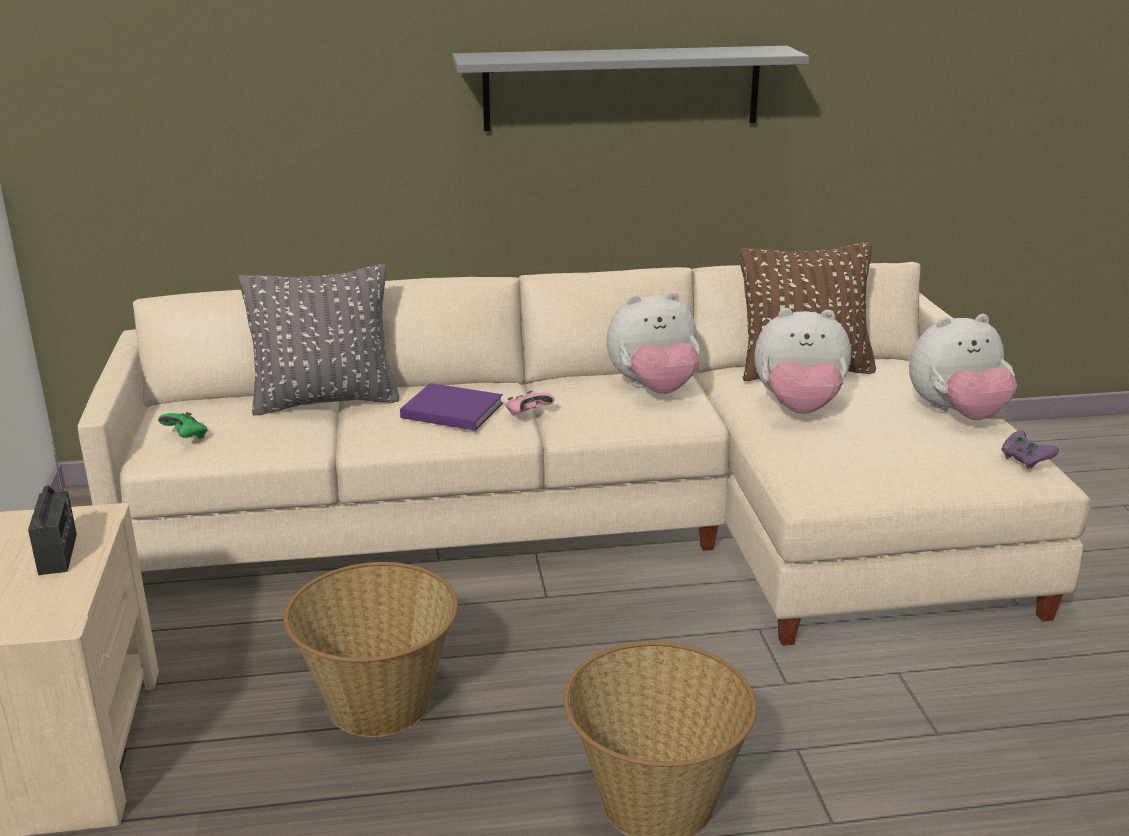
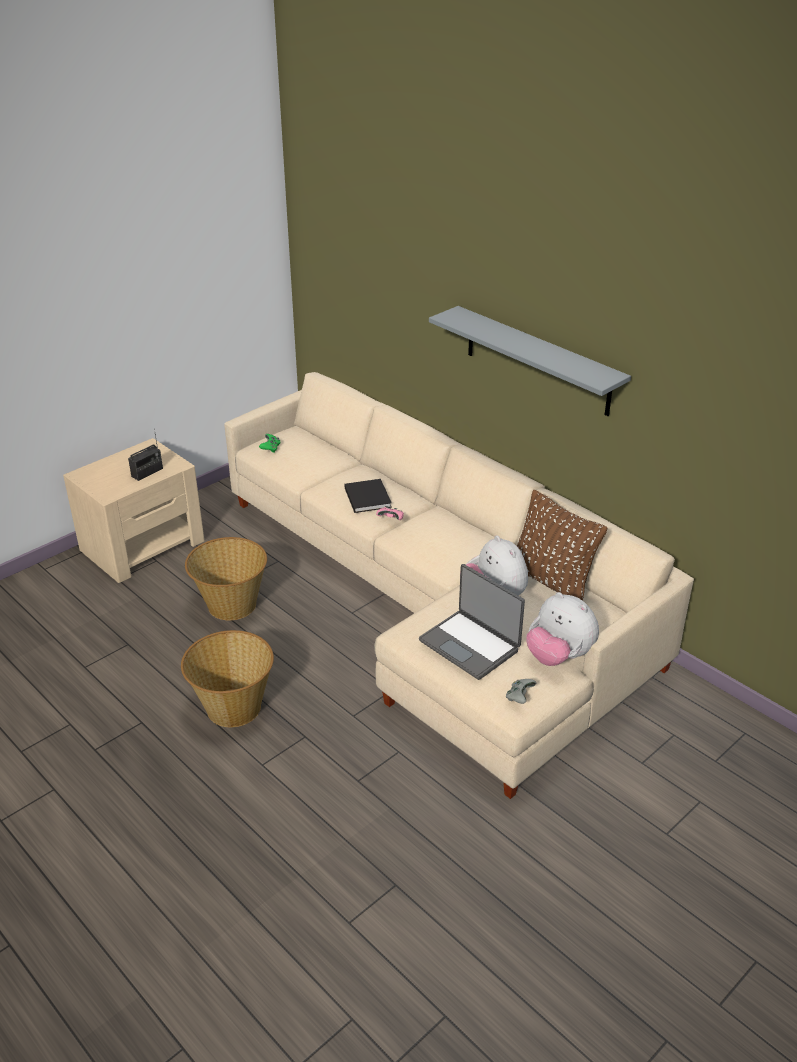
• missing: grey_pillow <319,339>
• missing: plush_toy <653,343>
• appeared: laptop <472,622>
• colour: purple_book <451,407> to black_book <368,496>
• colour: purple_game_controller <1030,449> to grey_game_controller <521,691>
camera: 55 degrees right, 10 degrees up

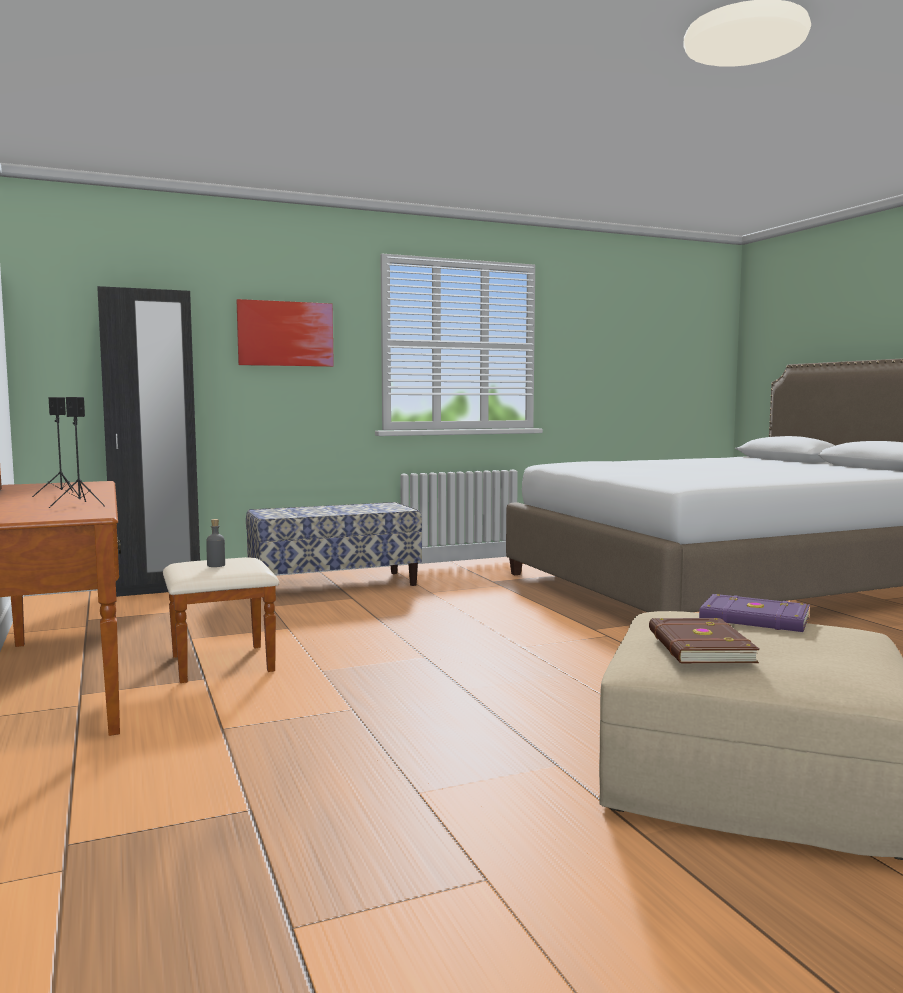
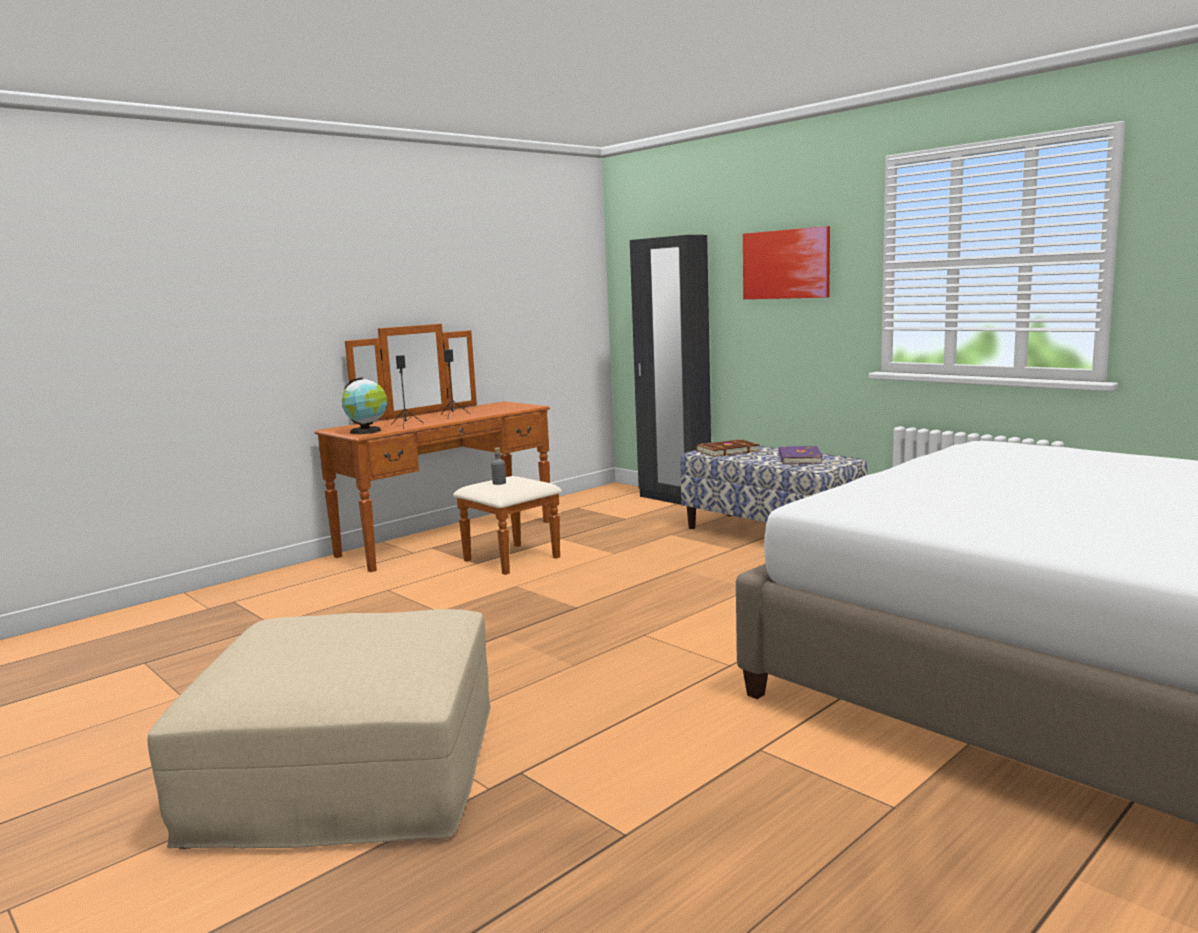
• appeared: globe <364,405>
• relocated: brown_book <704,640> to <728,448>
• relocated: purple_book <754,613> to <801,455>
camera: 70 degrees right, 5 degrees up

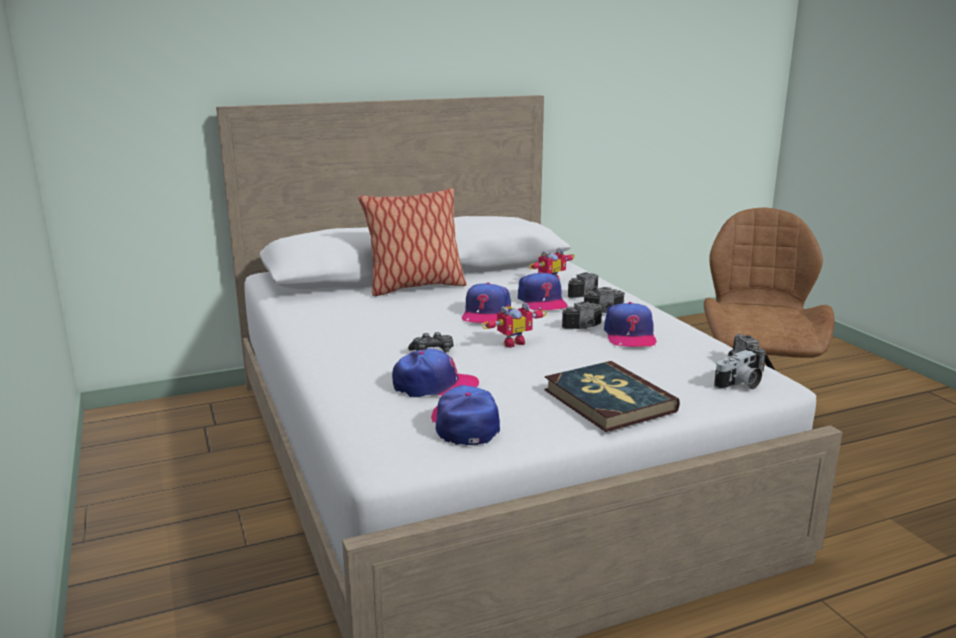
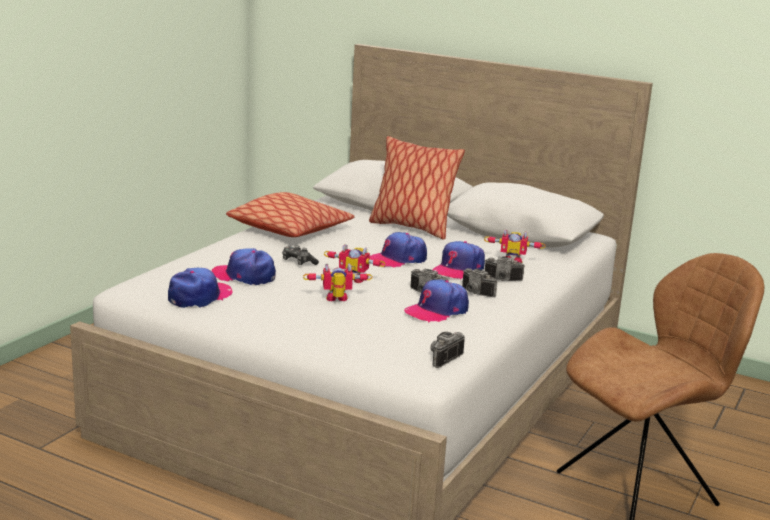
• missing: book <612,396>
• missing: photo_camera <738,369>
• appeared: pillow <290,214>
• appeared: toy_robot <337,282>
• spun: cap <435,372> = <244,266> 150 degrees clockwise
camera: 50 degrees right, 0 degrees up

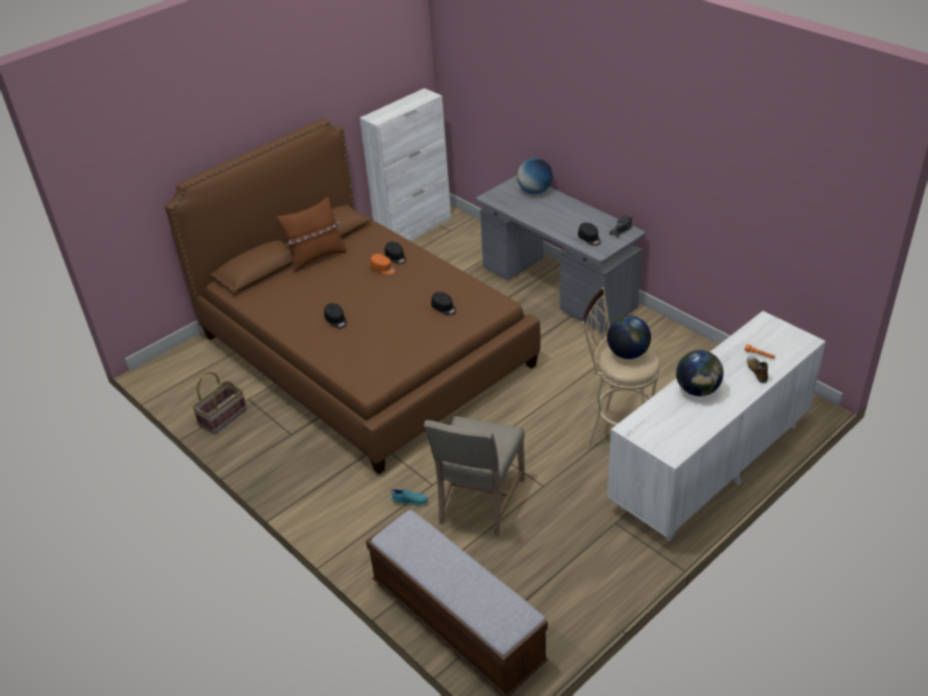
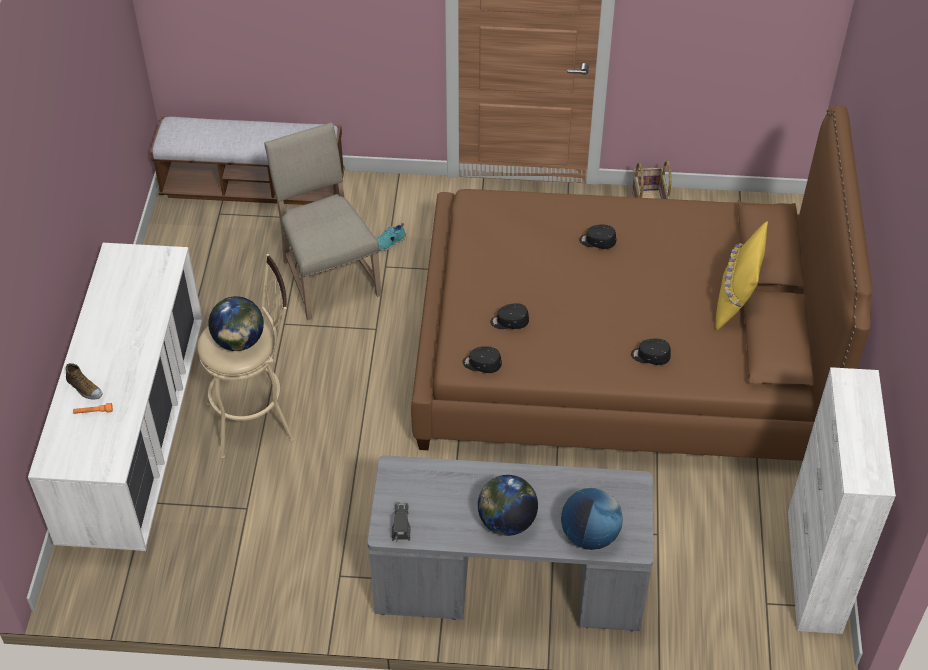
• missing: orange_cap <382,264>
• relocated: black_cap <589,234> to <482,359>
• relocated: globe <700,373> to <508,505>
• colour: brown_pillow <312,234> to yellow_pillow <741,275>
camera: 135 degrees right, 10 degrees up

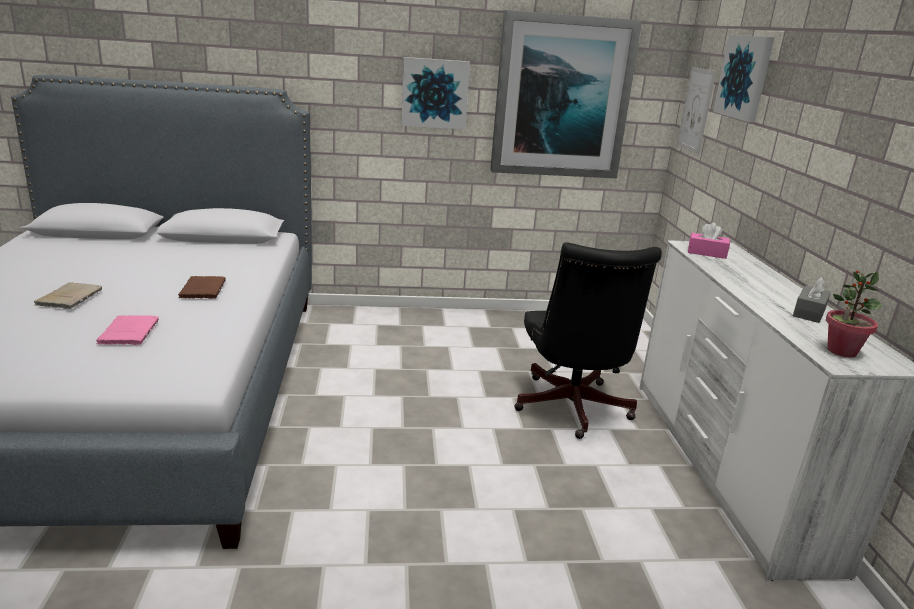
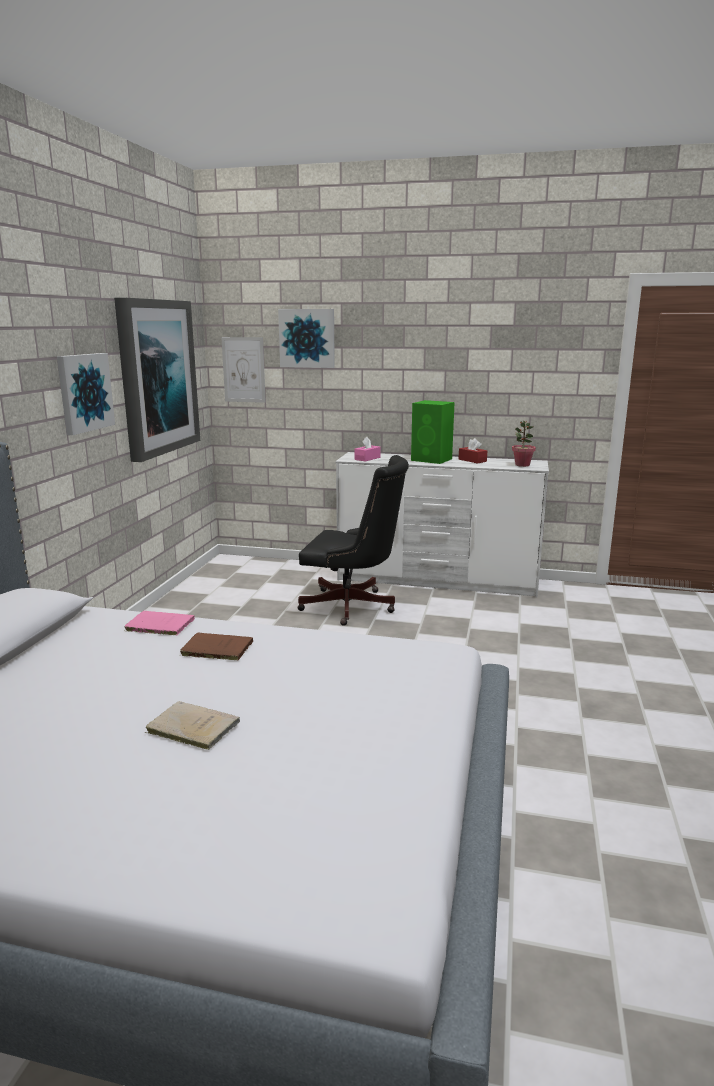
• appeared: green_speaker <433,432>
• relocated: pink_book <127,330> to <160,623>
• colour: grey_tissue_box <812,300> to red_tissue_box <473,450>
camera: 70 degrees left, 5 degrees down

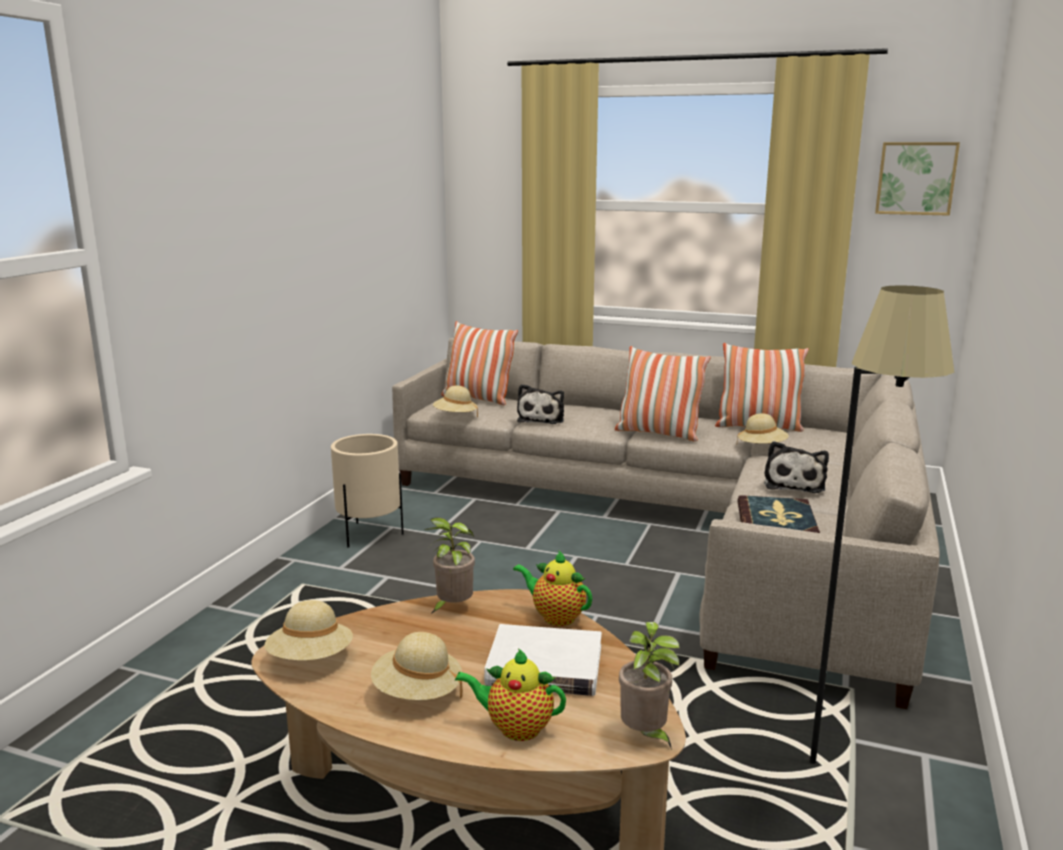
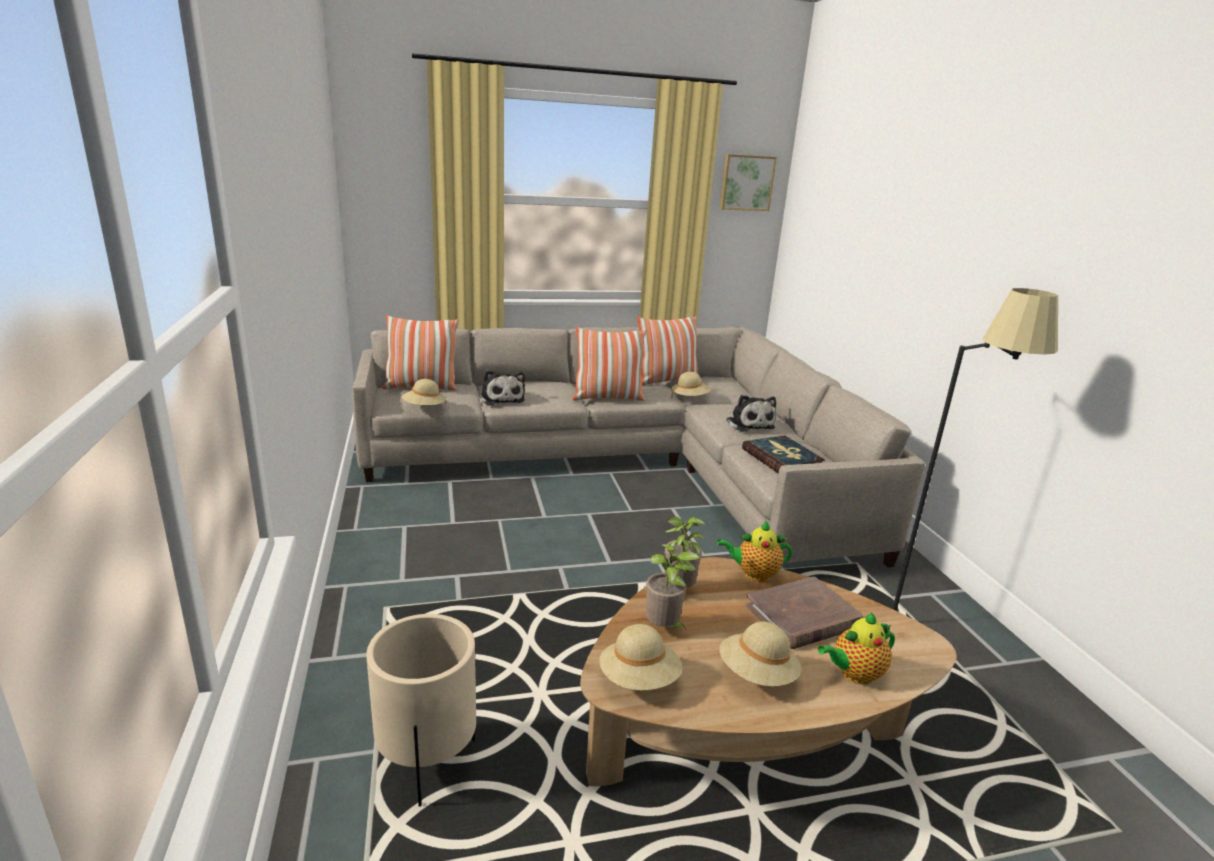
• relocated: beige_planter <367,491> to <421,710>
• relocated: potted_plant <649,686> to <673,586>
• colour: white_book <543,660> to brown_book <804,613>
camera: 35 degrees left, 5 degrees up

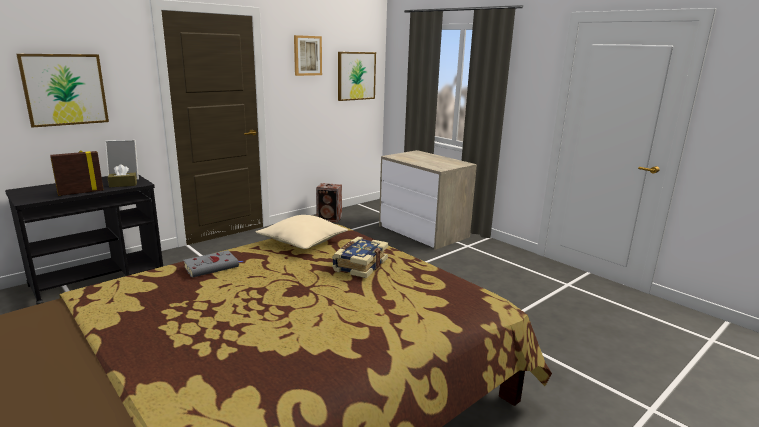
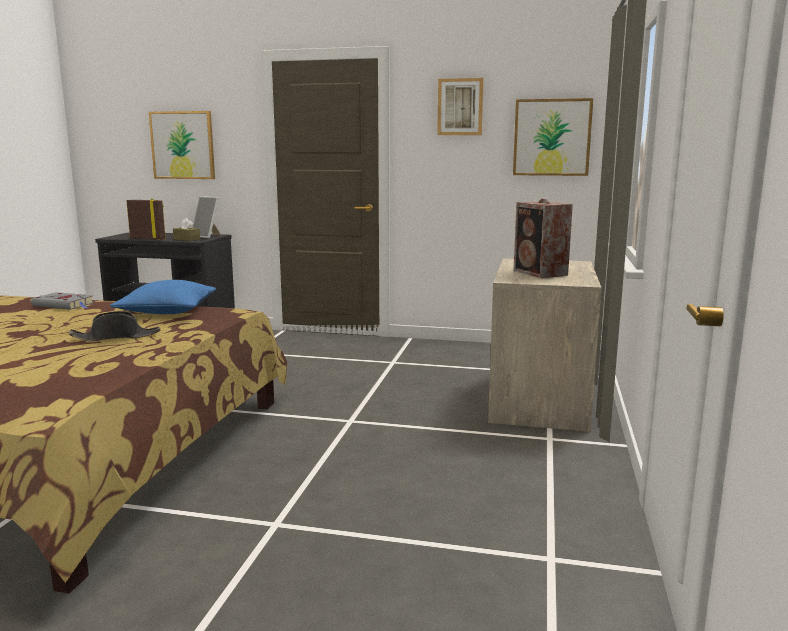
• relocated: speaker <329,202> to <543,238>
• exchanged: book <360,257> to black_hat <115,326>
• colour: beige_pillow <302,232> to blue_pillow <163,297>
camera: 55 degrees right, 5 degrees down

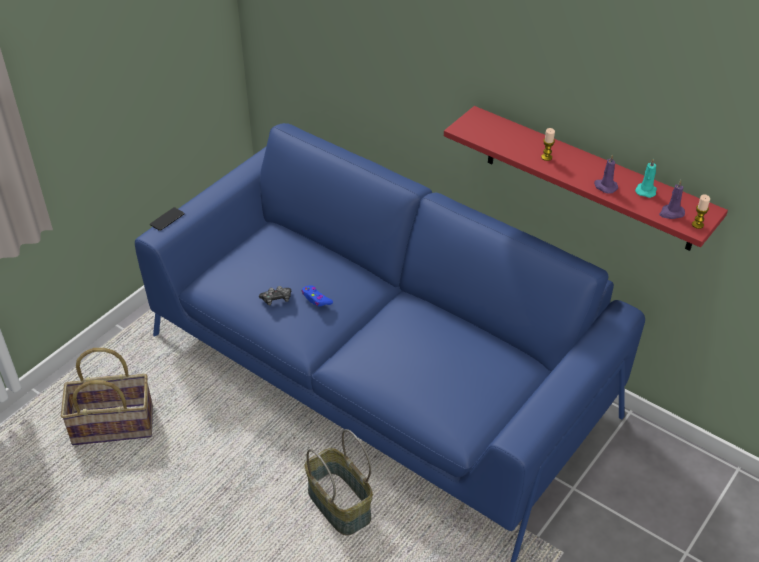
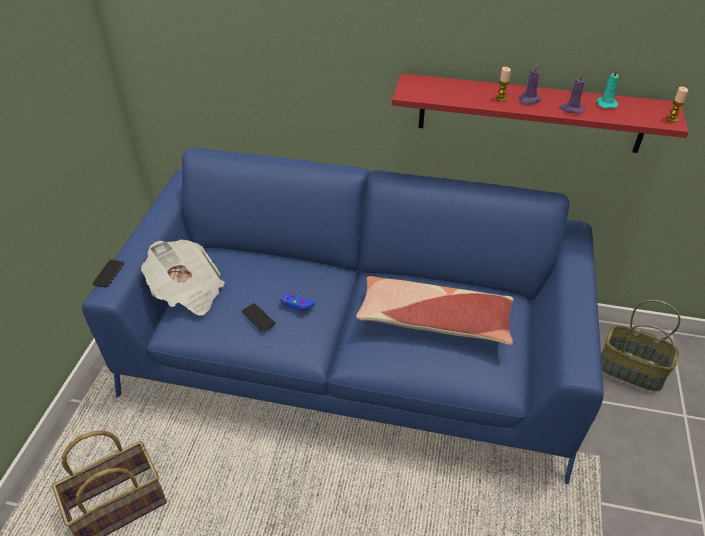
• appeared: newspaper <183,278>
• appeared: pillow <434,310>
• relocated: basket <339,482> to <641,345>
• relocated: purple_candle <672,199> to <530,84>
• exchanged: game_controller <275,295> to phone <259,317>
camera: 25 degrees left, 0 degrees up

